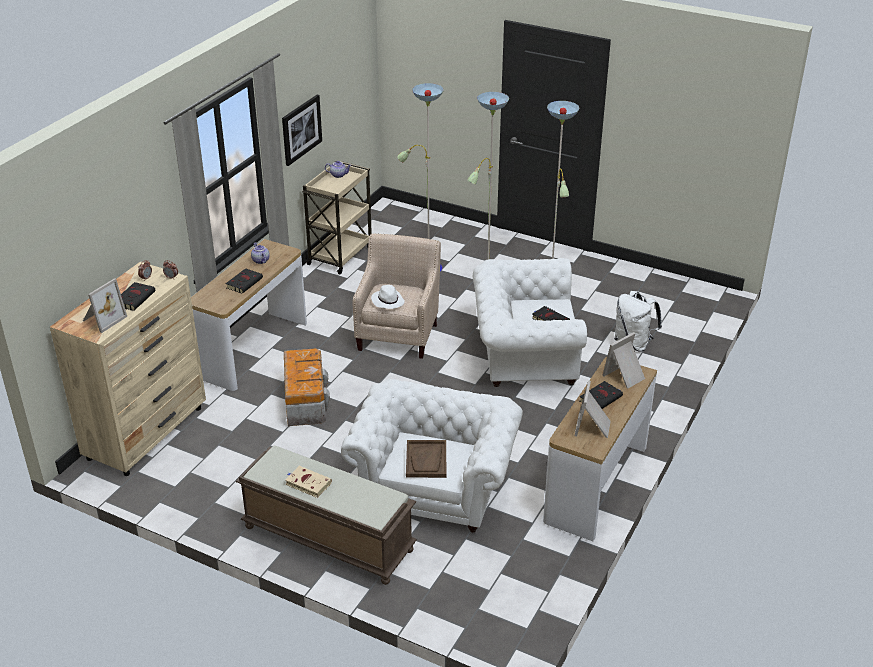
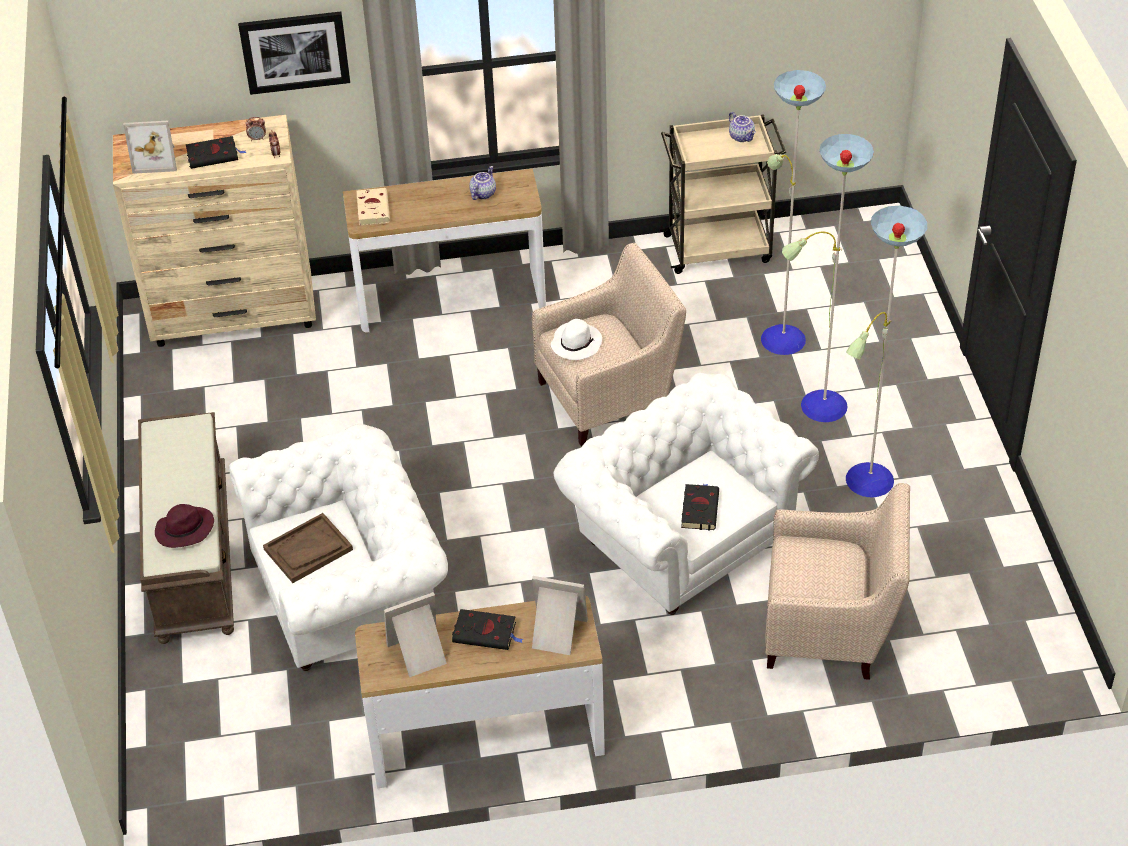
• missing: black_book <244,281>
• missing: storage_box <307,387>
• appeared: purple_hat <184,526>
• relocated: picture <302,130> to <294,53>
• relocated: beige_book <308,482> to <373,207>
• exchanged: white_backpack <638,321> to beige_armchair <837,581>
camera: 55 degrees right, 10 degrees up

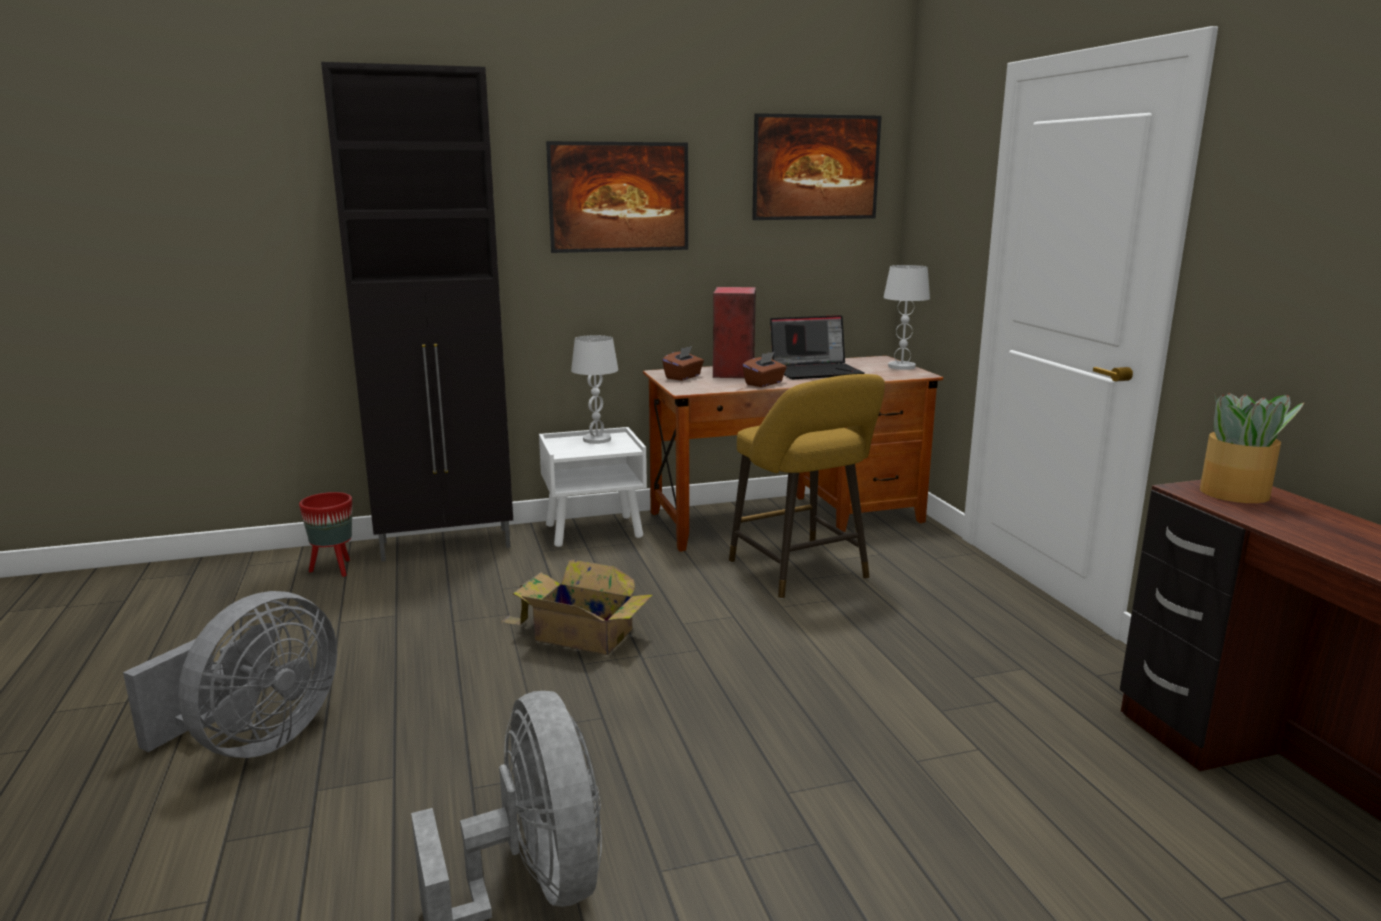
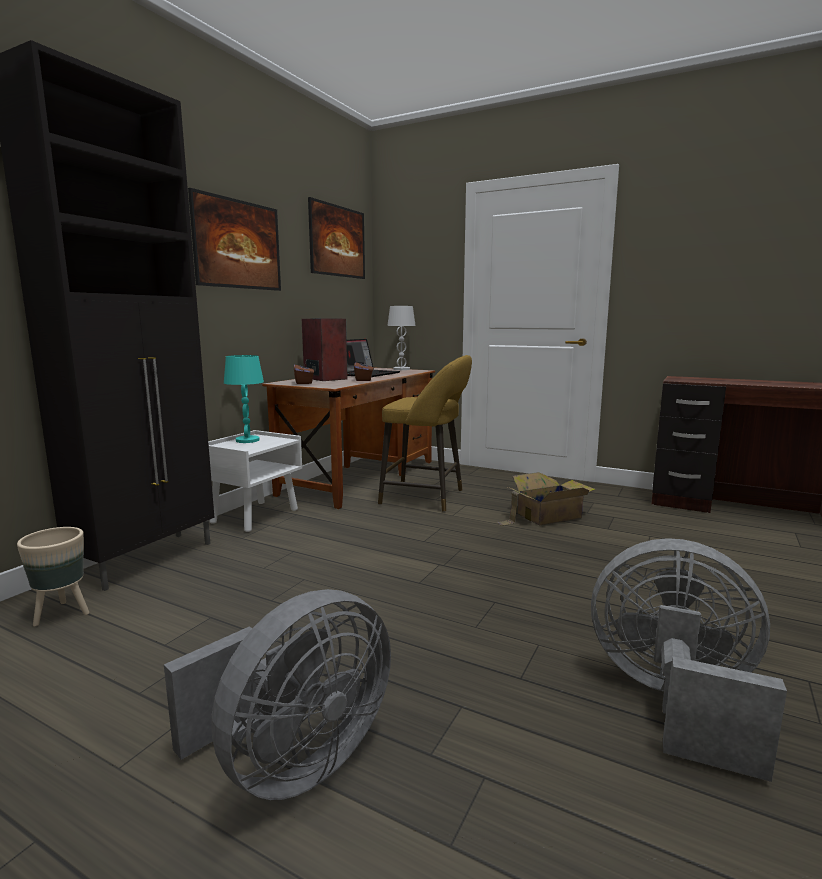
• missing: potted_plant <1252,447>
• relocated: cardboard_box <577,607> to <546,499>
• colour: red_planter <325,534> to beige_planter <53,576>
• colour: white_table_lamp <594,389> to turquoise_table_lamp <244,399>
• spun: grey_fan <230,674> = <277,694> 60 degrees clockwise
camera: 45 degrees left, 5 degrees down

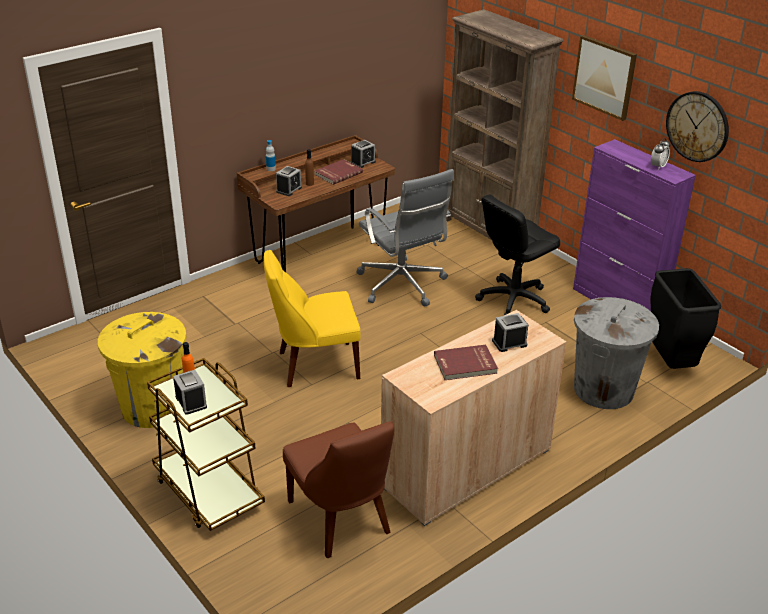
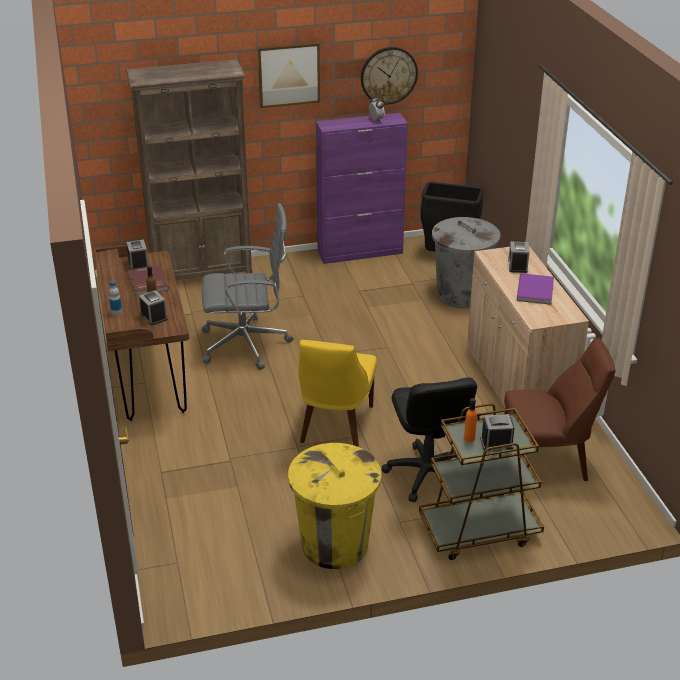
• relocated: black_office_chair <517,255> to <429,439>
• colour: red_book <466,362> to purple_book <535,289>
camera: 65 degrees left, 0 degrees up

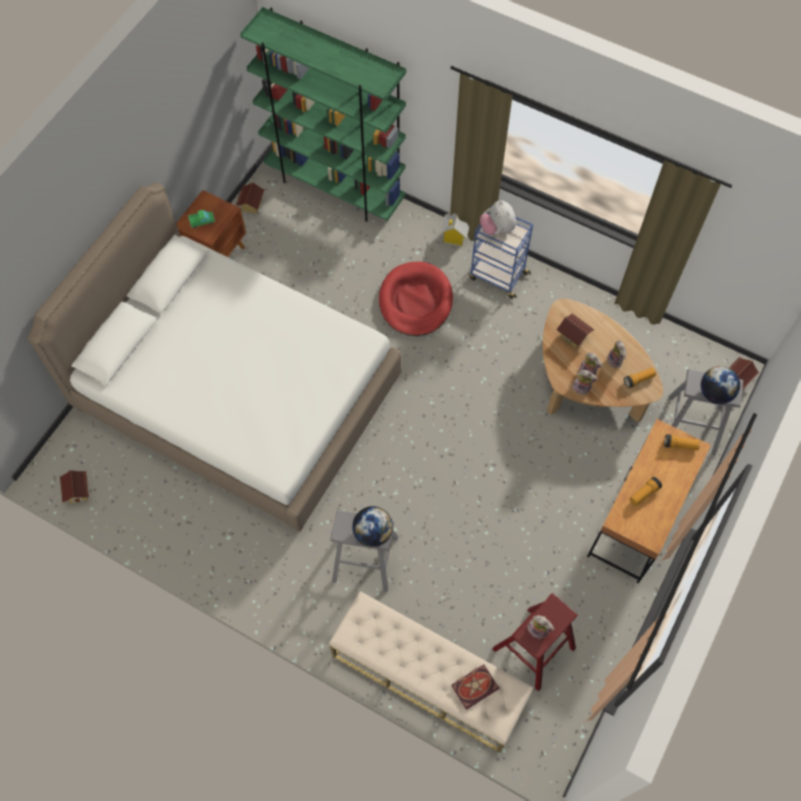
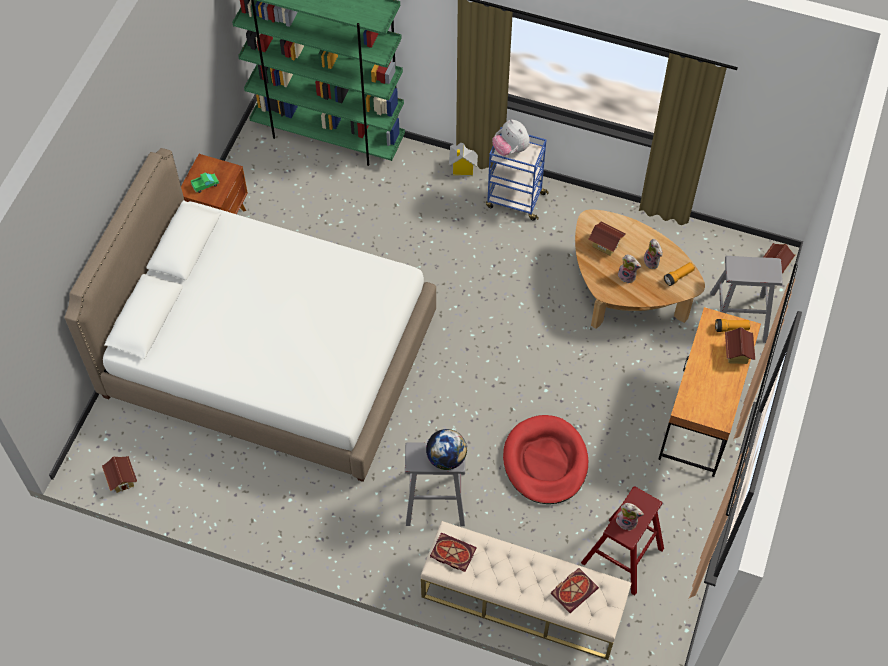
• missing: plush_toy <585,382>
• missing: flashlight <646,491>
• missing: globe <720,385>
• appeared: book <453,552>
• relocated: toy_house <250,198> to <740,345>
• relocated: red_dog_bed <416,299> to <545,459>
camera: 10 degrees left, 5 degrees down

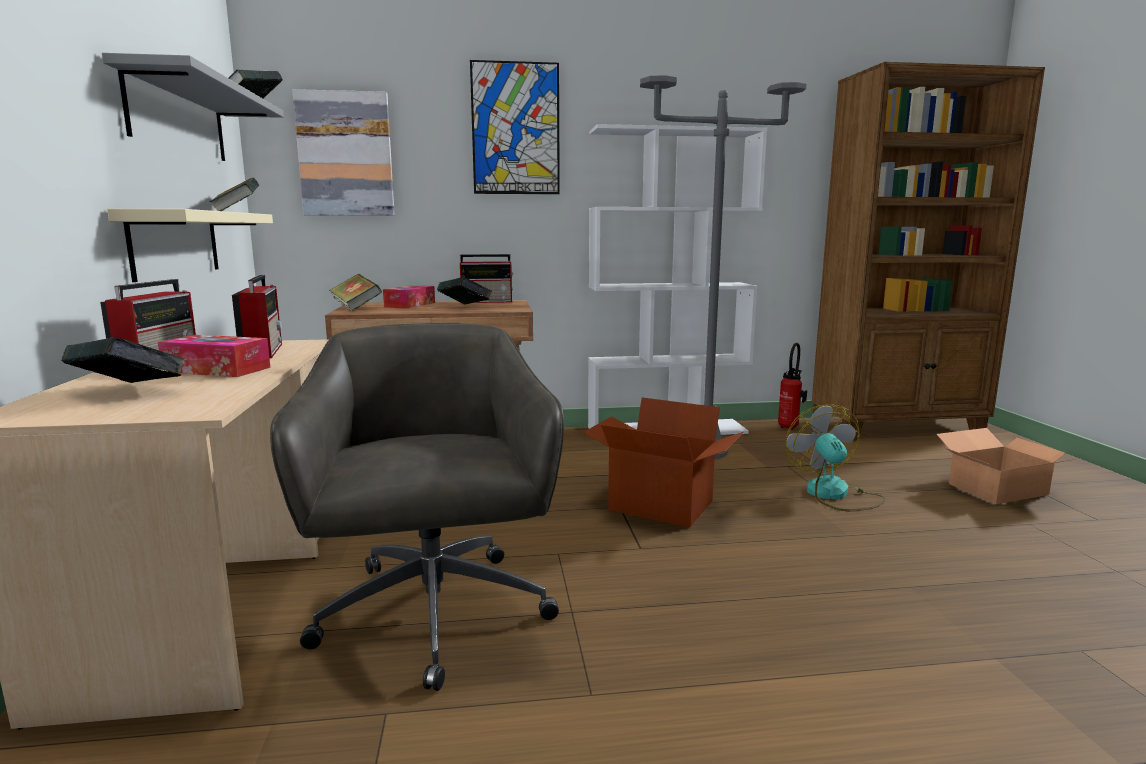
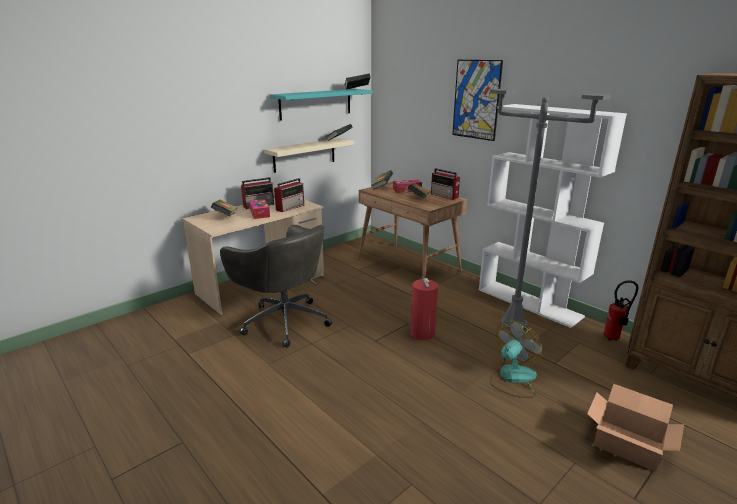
• missing: picture <343,152>
• exchanged: cardboard_box <663,462> to fire_extinguisher <424,308>
• colour: grey_shelf <193,107> to turquoise_shelf <321,105>
• spun: grey_office_chair <417,507> = <276,286> 90 degrees clockwise
camera: 55 degrees right, 10 degrees up

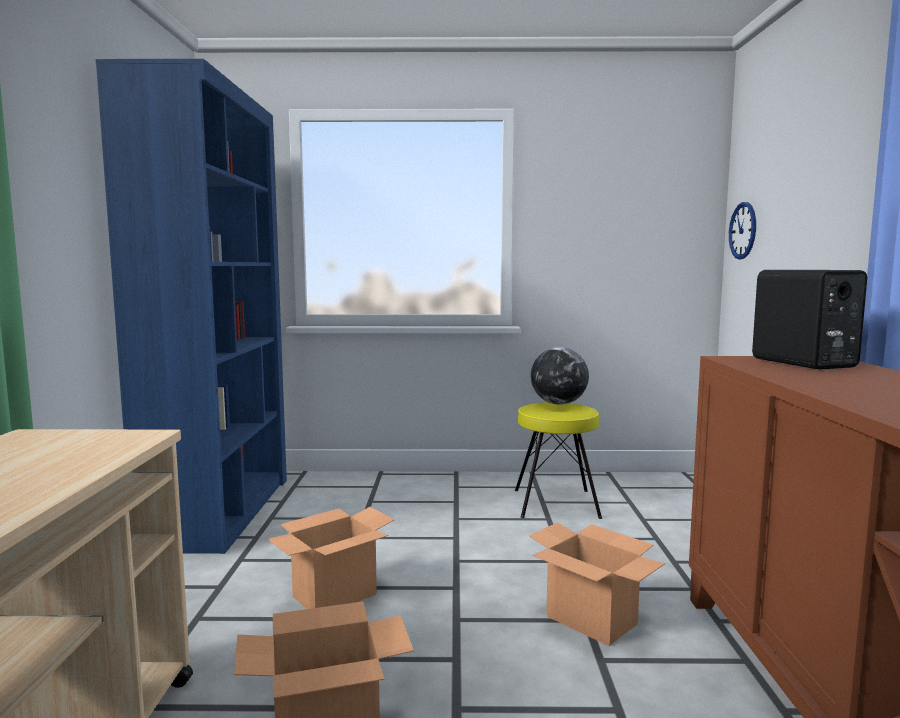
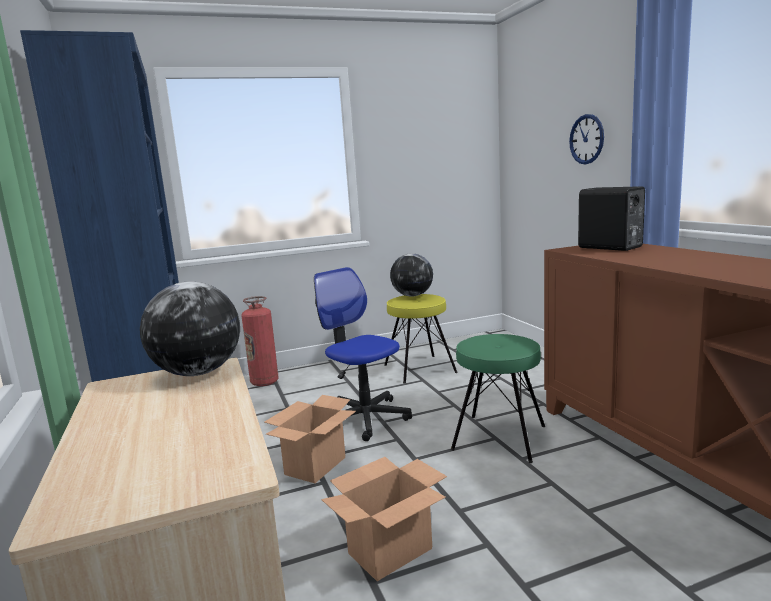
• appeared: globe <190,328>
• appeared: fire_extinguisher <260,341>
• appeared: office_chair <363,354>
• relocated: wall_clock <742,230> to <586,139>
• exchanged: cardboard_box <597,584> to green_stool <498,398>
camera: 20 degrees left, 5 degrees up

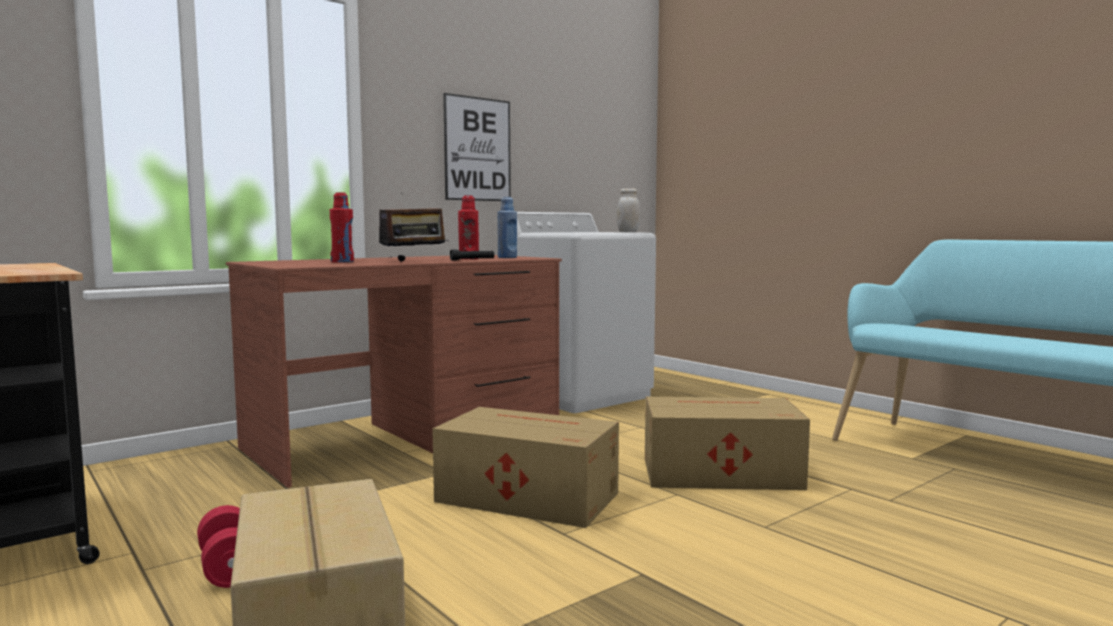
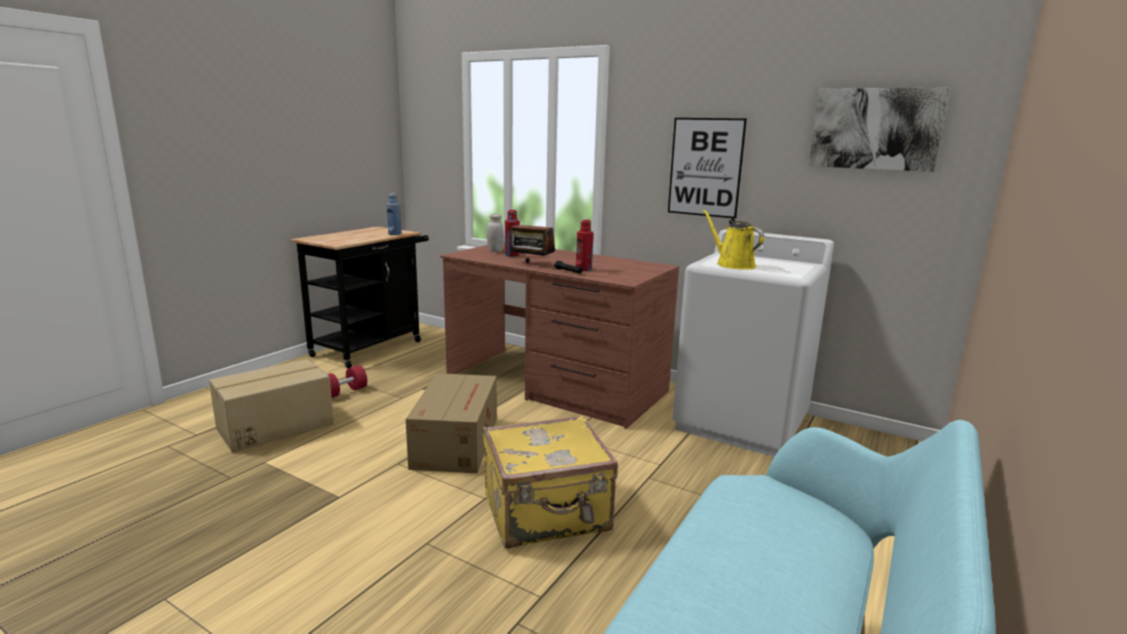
• appeared: yellow_watering_can <733,239>
• appeared: picture <879,129>
• relocated: blue_bottle <507,227> to <394,214>
• relocated: white_jar <628,210> to <495,233>
• exchanged: cardboard_box <727,443> to yellow_suitcase <550,482>
camera: 70 degrees right, 10 degrees up

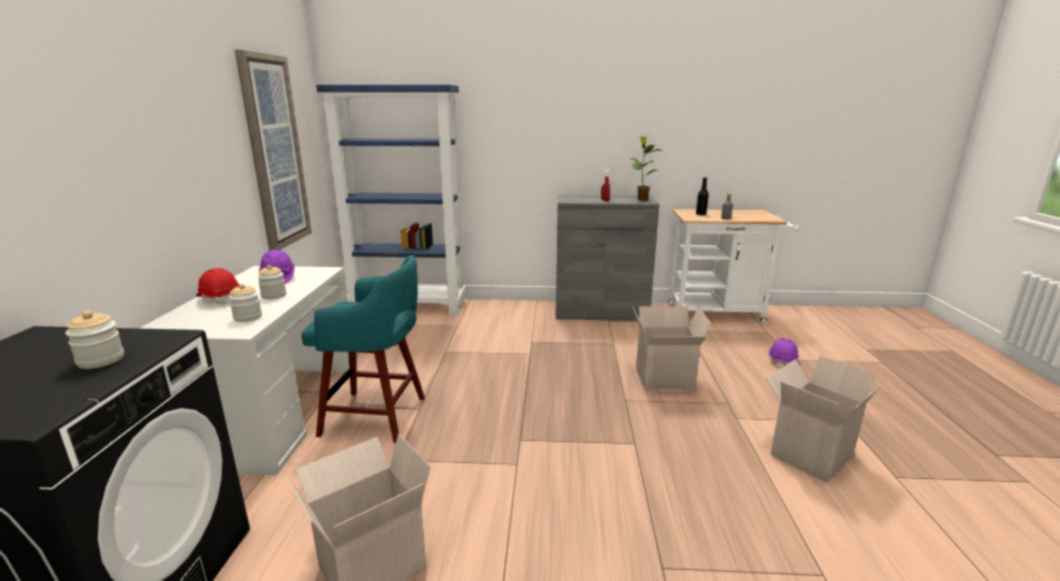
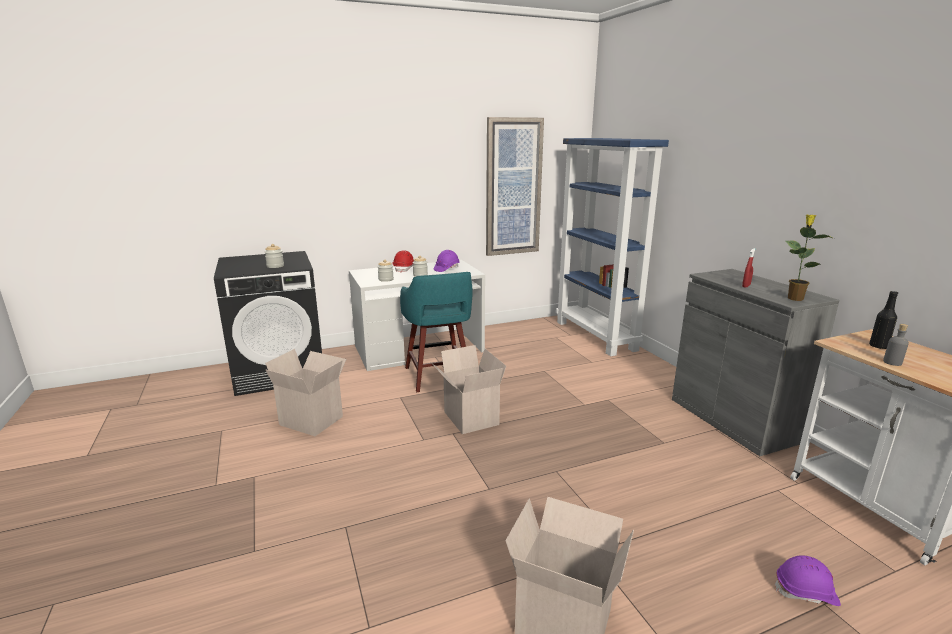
• relocated: cardboard_box <672,348> to <468,389>
camera: 65 degrees right, 0 degrees up

